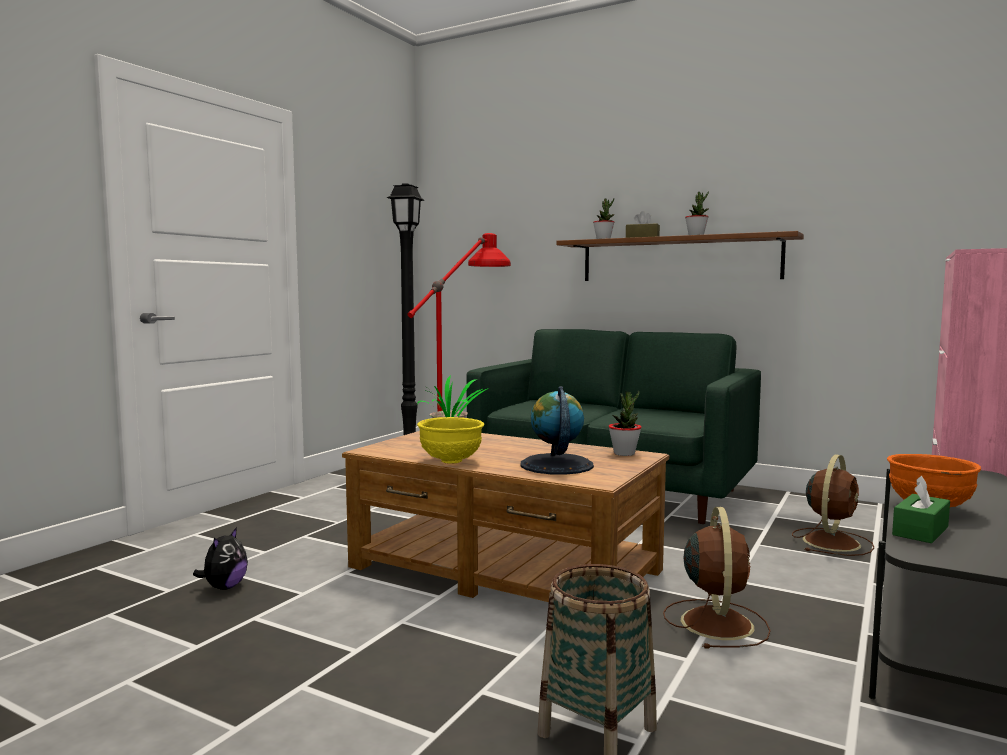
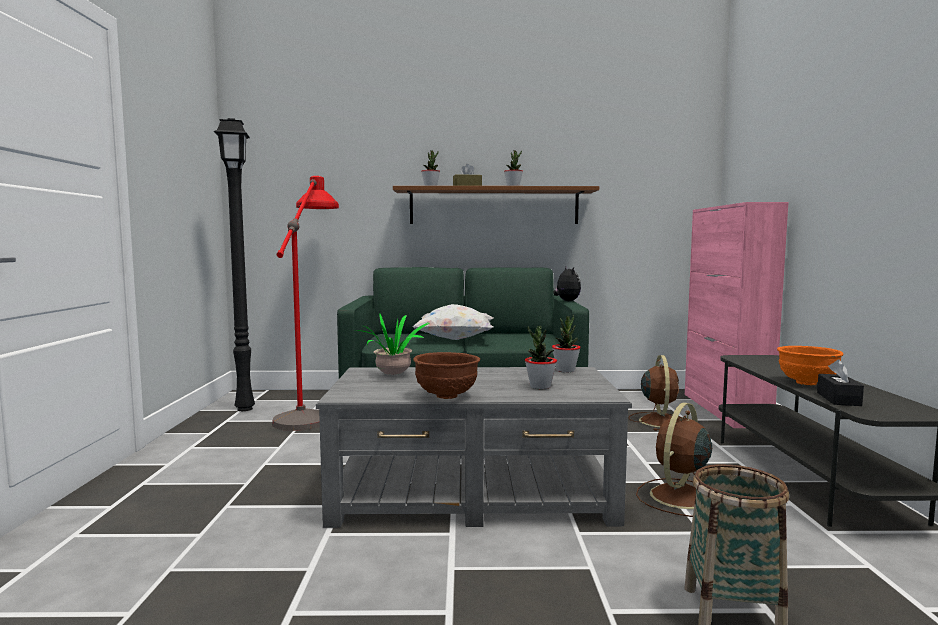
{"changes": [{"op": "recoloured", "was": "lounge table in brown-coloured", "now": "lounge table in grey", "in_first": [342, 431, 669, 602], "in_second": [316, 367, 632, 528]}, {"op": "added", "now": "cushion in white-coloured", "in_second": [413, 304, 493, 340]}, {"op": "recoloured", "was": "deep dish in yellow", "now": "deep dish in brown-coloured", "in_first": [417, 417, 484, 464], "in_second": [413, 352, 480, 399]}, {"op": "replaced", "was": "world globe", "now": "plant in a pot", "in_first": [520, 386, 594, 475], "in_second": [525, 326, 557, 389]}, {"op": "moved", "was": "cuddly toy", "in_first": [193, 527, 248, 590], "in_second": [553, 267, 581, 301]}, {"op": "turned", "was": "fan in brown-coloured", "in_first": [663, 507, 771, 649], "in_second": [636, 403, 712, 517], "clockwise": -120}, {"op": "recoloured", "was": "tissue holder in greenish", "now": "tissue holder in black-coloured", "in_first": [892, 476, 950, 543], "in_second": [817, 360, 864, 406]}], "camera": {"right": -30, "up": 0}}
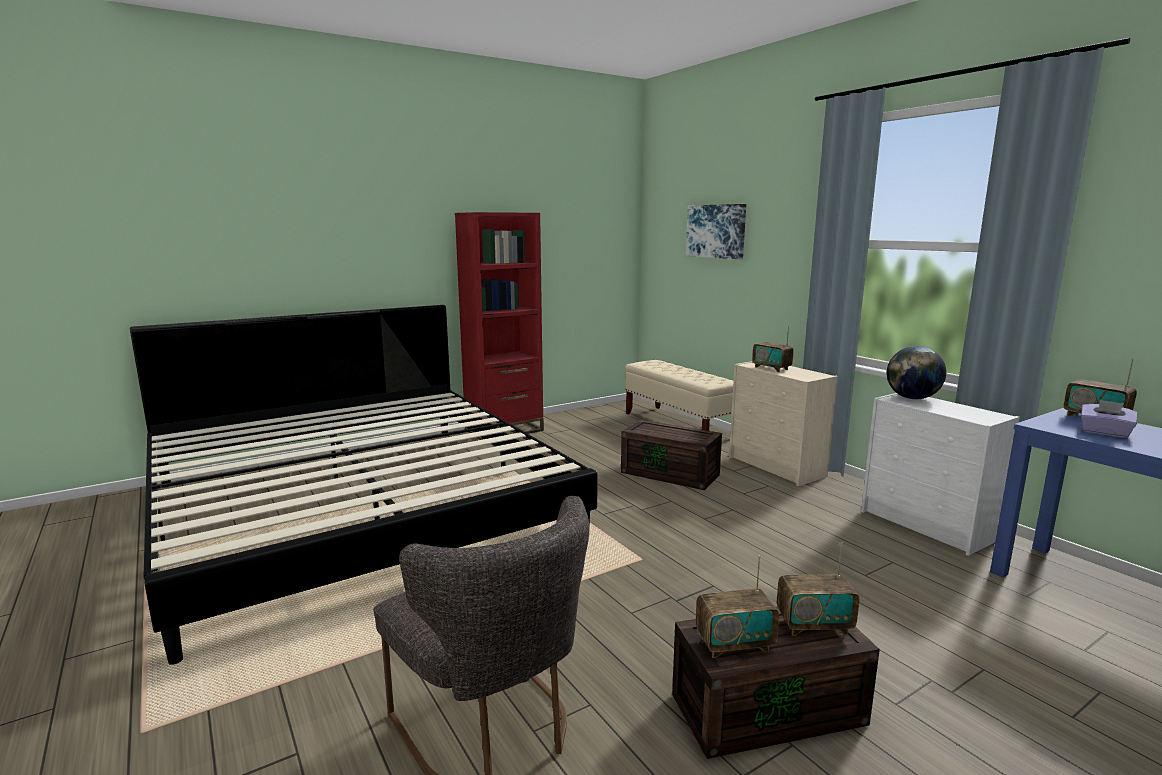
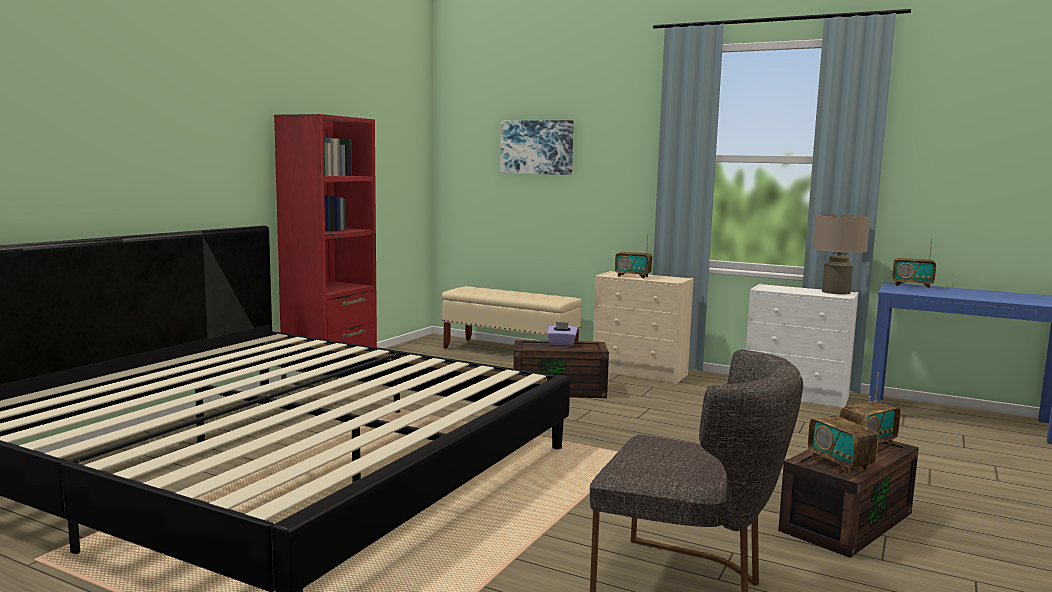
{"changes": [{"op": "moved", "was": "tissue holder in purple-coloured", "in_first": [1081, 400, 1137, 438], "in_second": [547, 322, 577, 345]}, {"op": "turned", "was": "radio receiver", "in_first": [695, 556, 779, 658], "in_second": [808, 396, 878, 474], "clockwise": 105}, {"op": "added", "now": "tabletop lamp in beige-coloured", "in_second": [813, 214, 870, 294]}, {"op": "removed", "was": "world globe", "in_first": [887, 346, 946, 399]}], "camera": {"right": -30, "up": -5}}
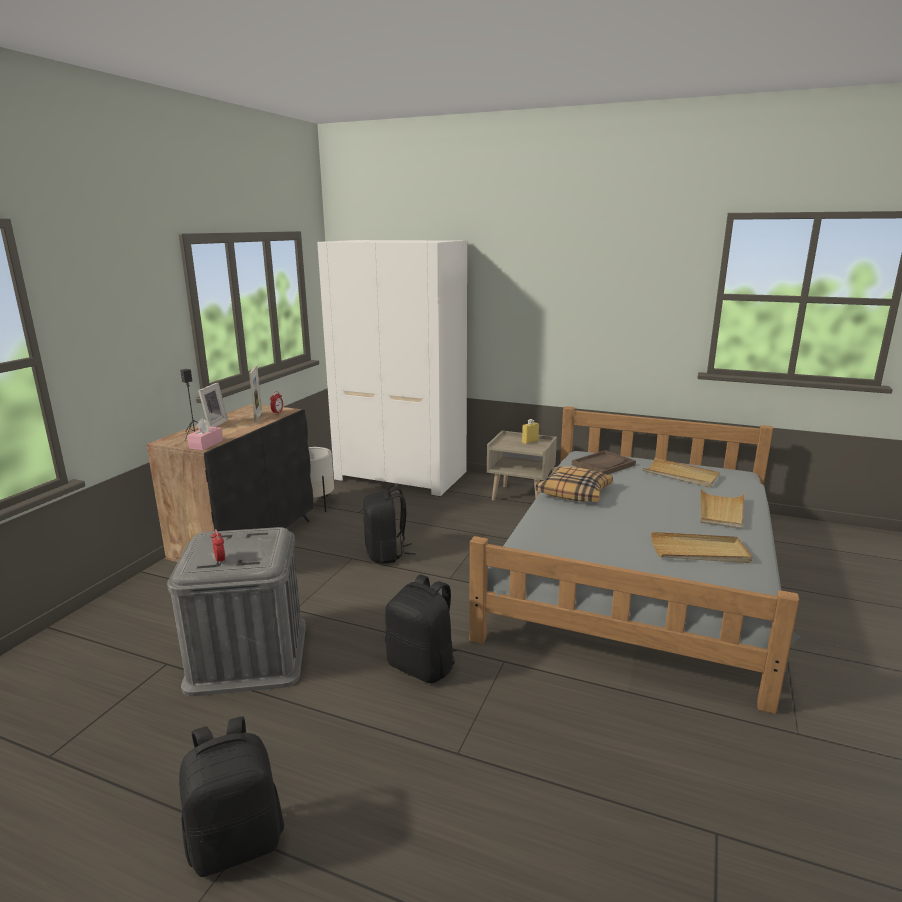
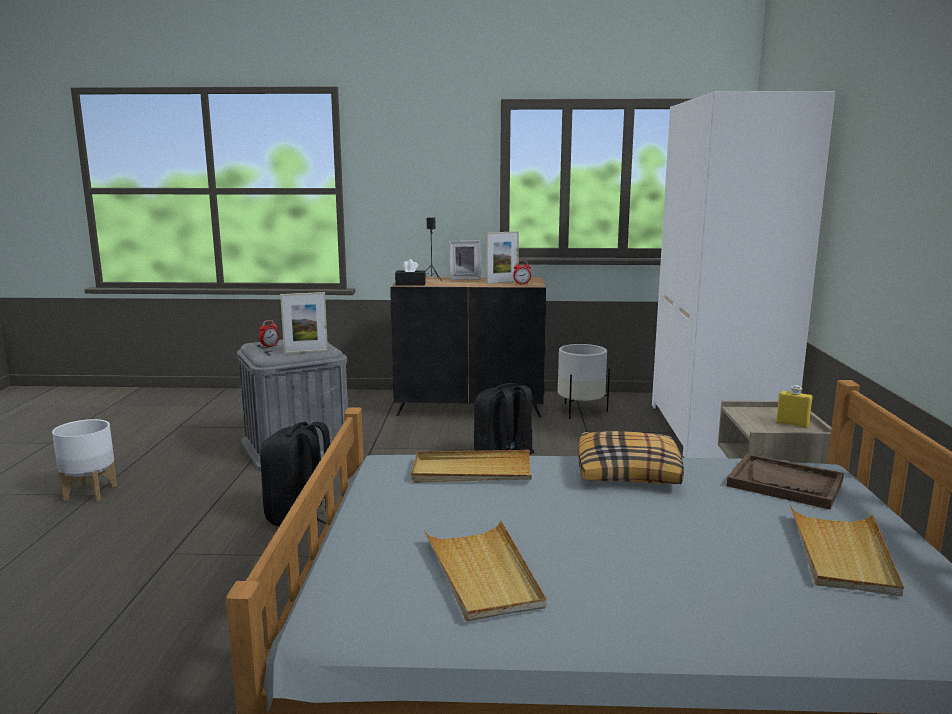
{"changes": [{"op": "replaced", "was": "knapsack in black-coloured", "now": "plant pot in white-coloured", "in_first": [179, 716, 284, 877], "in_second": [52, 419, 117, 501]}, {"op": "added", "now": "standing frame", "in_second": [280, 292, 328, 354]}, {"op": "recoloured", "was": "tissue holder in pink", "now": "tissue holder in black-coloured", "in_first": [187, 418, 223, 450], "in_second": [395, 259, 426, 286]}, {"op": "moved", "was": "serving tray in beige-coloured", "in_first": [700, 488, 744, 529], "in_second": [411, 450, 532, 483]}], "camera": {"right": 70, "up": -5}}
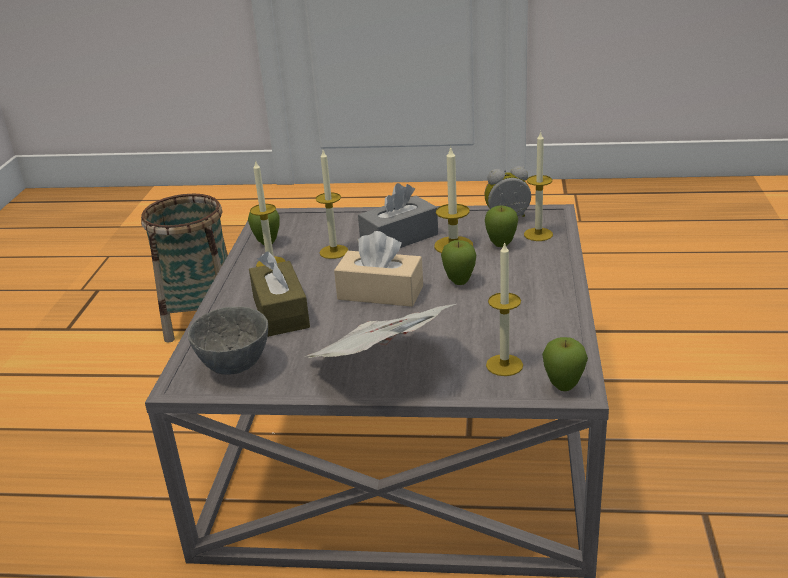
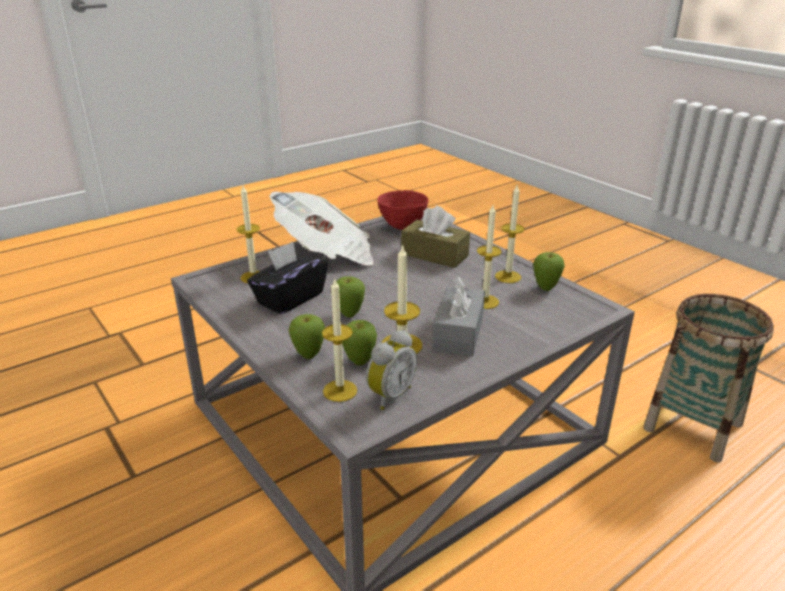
{"changes": [{"op": "added", "now": "tissue holder in black-coloured", "in_second": [247, 242, 328, 314]}, {"op": "moved", "was": "whole apple", "in_first": [542, 337, 588, 391], "in_second": [289, 314, 325, 359]}, {"op": "recoloured", "was": "deep dish in grey", "now": "deep dish in red", "in_first": [188, 307, 268, 375], "in_second": [377, 190, 428, 230]}, {"op": "removed", "was": "tissue holder in beige-coloured", "in_first": [334, 231, 423, 307]}], "camera": {"right": 135, "up": 0}}
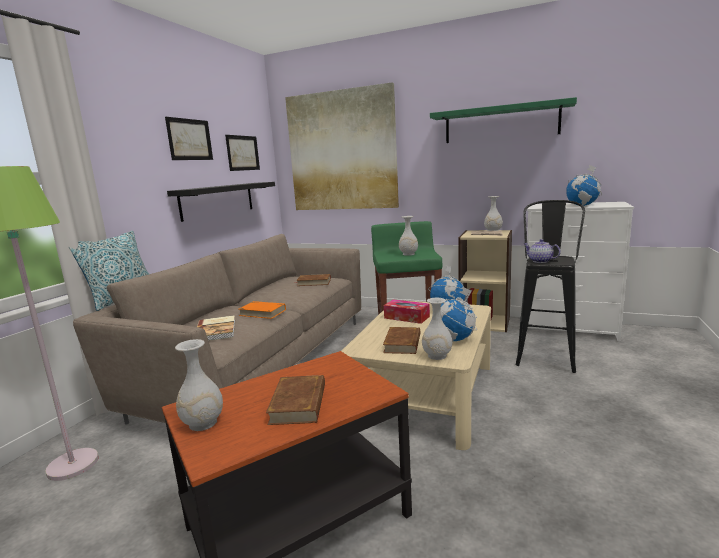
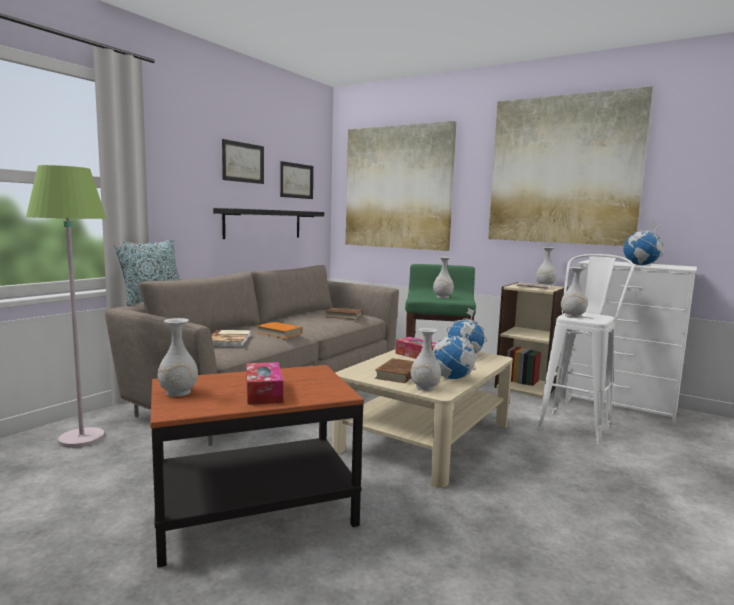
{"changes": [{"op": "replaced", "was": "bound book in brown-coloured", "now": "tissue holder", "in_first": [266, 375, 325, 425], "in_second": [246, 362, 283, 405]}, {"op": "replaced", "was": "shelf in greenish", "now": "wall picture", "in_first": [430, 97, 577, 143], "in_second": [488, 86, 653, 246]}, {"op": "recoloured", "was": "sitting stool in black-coloured", "now": "sitting stool in white-coloured", "in_first": [516, 200, 585, 373], "in_second": [537, 254, 634, 444]}, {"op": "replaced", "was": "tea pot", "now": "decorative vase in white-coloured", "in_first": [524, 239, 561, 263], "in_second": [561, 267, 588, 318]}], "camera": {"right": 10, "up": -5}}
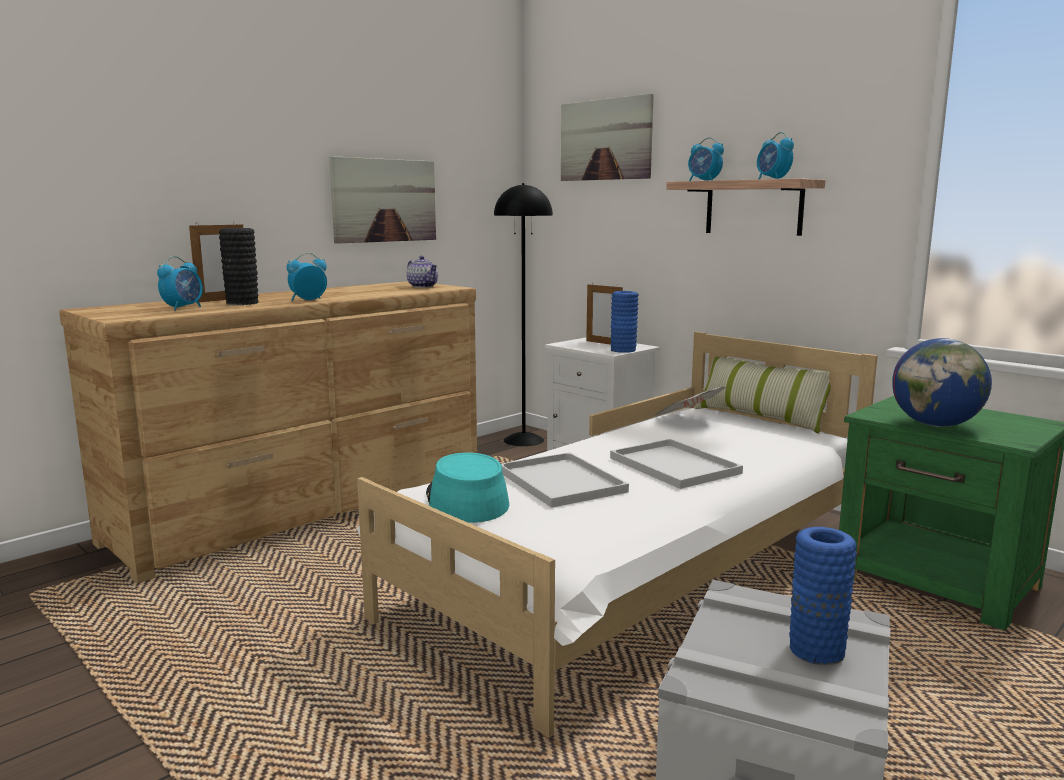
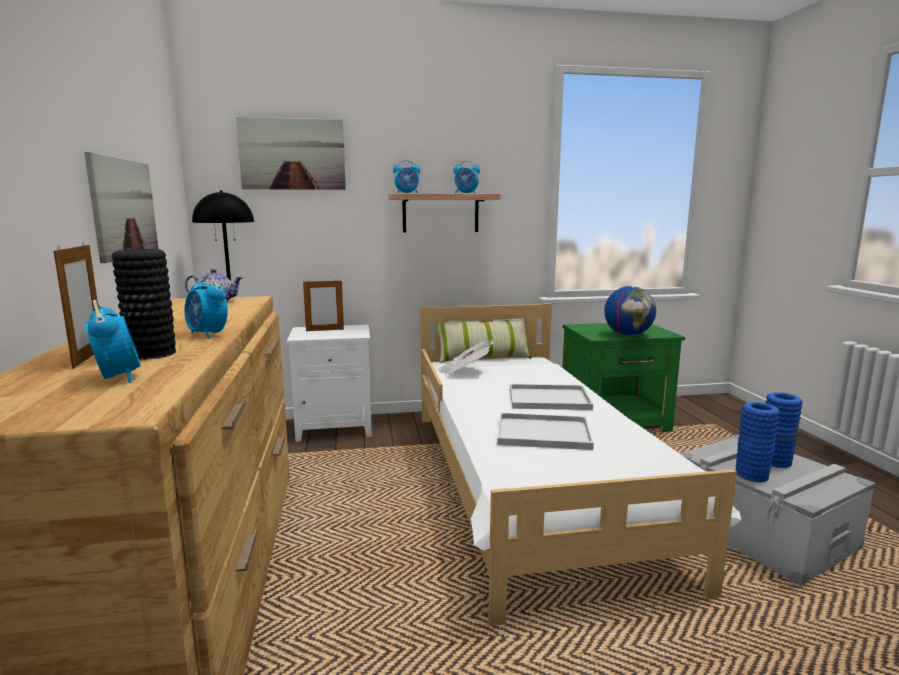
{"changes": [{"op": "turned", "was": "bedside clock", "in_first": [287, 252, 327, 301], "in_second": [184, 274, 228, 339], "clockwise": -45}, {"op": "moved", "was": "decorative vase in blue", "in_first": [611, 291, 639, 353], "in_second": [736, 402, 780, 482]}, {"op": "removed", "was": "wearable hat in turquoise-coloured", "in_first": [426, 452, 509, 523]}], "camera": {"right": -55, "up": 0}}
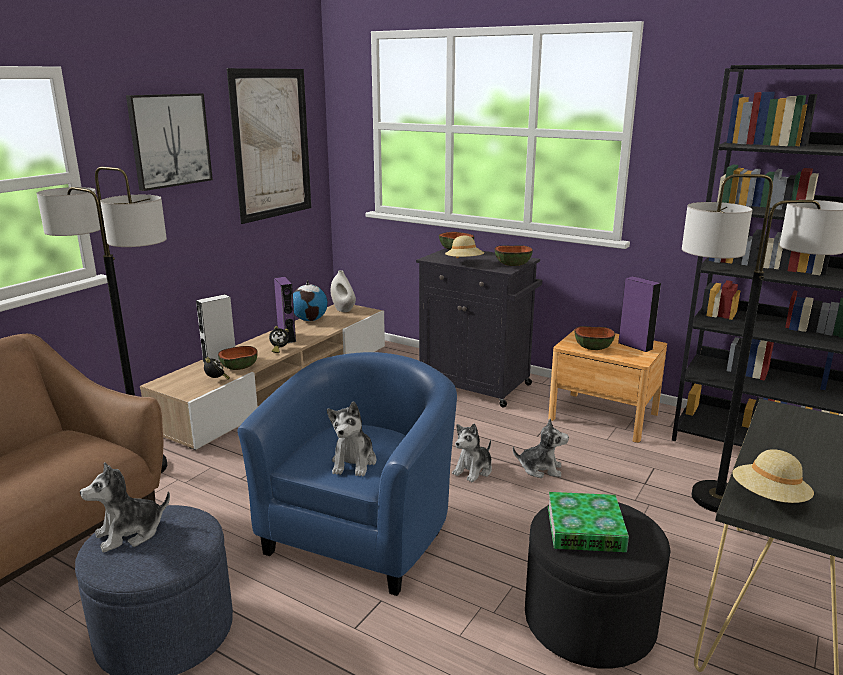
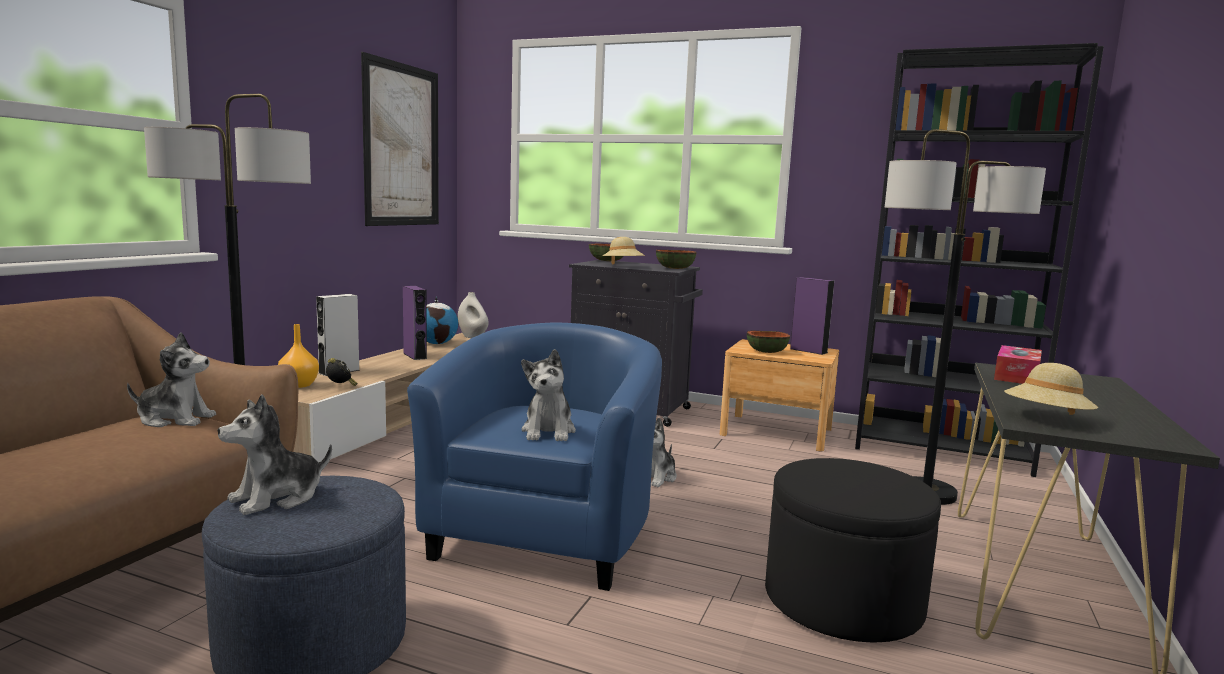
{"changes": [{"op": "moved", "was": "cuddly toy", "in_first": [513, 418, 569, 478], "in_second": [127, 333, 216, 427]}, {"op": "added", "now": "decorative vase in orange-coloured", "in_second": [278, 324, 319, 388]}, {"op": "added", "now": "tissue holder", "in_second": [994, 345, 1042, 384]}, {"op": "removed", "was": "wall picture", "in_first": [126, 93, 213, 191]}, {"op": "removed", "was": "deep dish", "in_first": [218, 346, 258, 370]}, {"op": "removed", "was": "bedside clock", "in_first": [269, 326, 289, 353]}, {"op": "removed", "was": "bound book", "in_first": [548, 492, 629, 552]}], "camera": {"right": -10, "up": -10}}
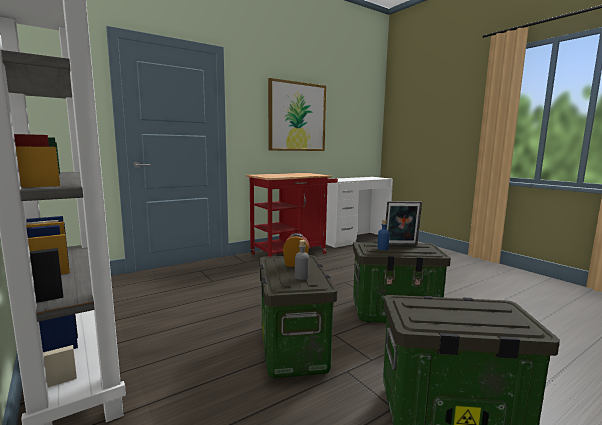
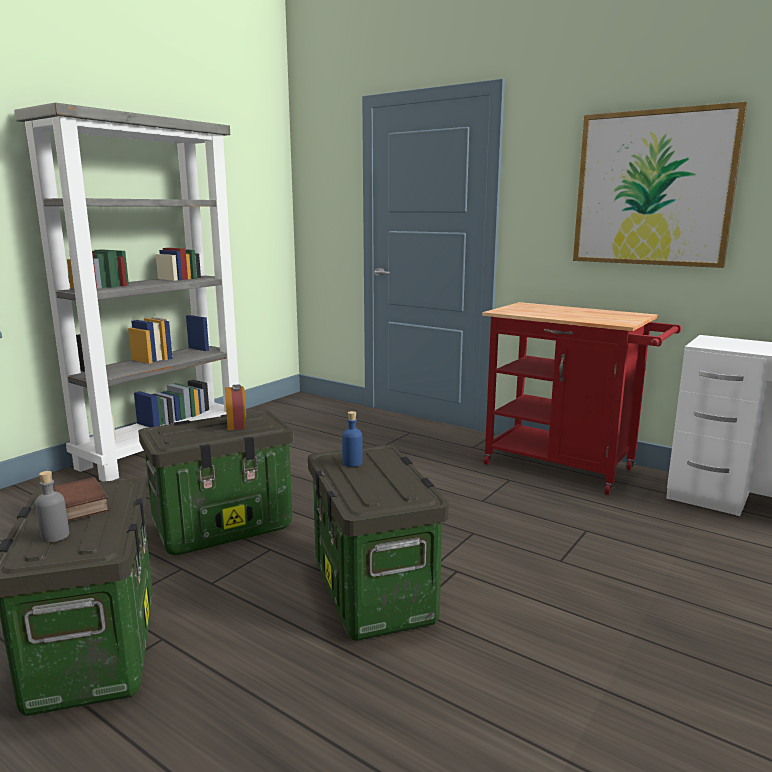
{"changes": [{"op": "moved", "was": "beverage bottle in grey", "in_first": [295, 240, 309, 280], "in_second": [35, 471, 69, 542]}, {"op": "added", "now": "bound book", "in_second": [53, 477, 110, 521]}, {"op": "removed", "was": "standing frame", "in_first": [386, 201, 422, 245]}], "camera": {"right": 70, "up": 5}}
